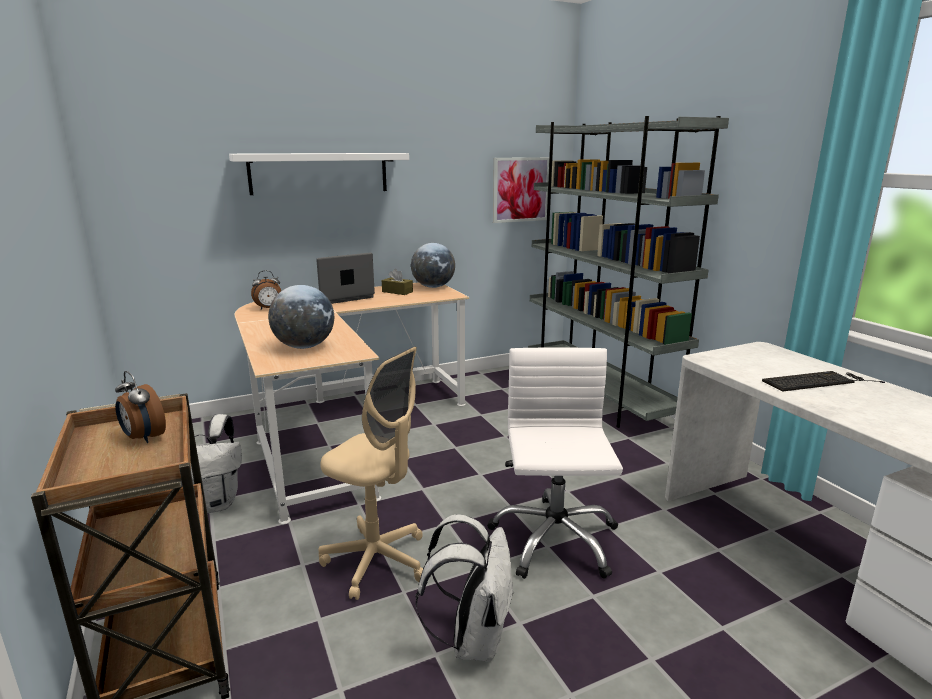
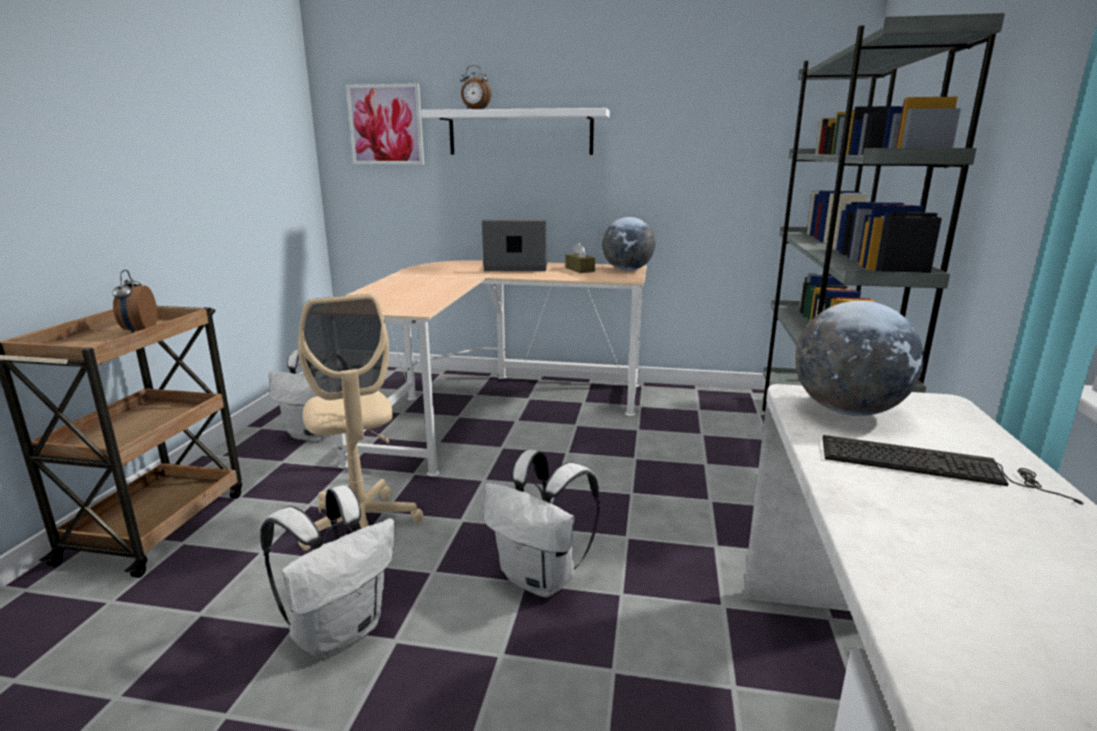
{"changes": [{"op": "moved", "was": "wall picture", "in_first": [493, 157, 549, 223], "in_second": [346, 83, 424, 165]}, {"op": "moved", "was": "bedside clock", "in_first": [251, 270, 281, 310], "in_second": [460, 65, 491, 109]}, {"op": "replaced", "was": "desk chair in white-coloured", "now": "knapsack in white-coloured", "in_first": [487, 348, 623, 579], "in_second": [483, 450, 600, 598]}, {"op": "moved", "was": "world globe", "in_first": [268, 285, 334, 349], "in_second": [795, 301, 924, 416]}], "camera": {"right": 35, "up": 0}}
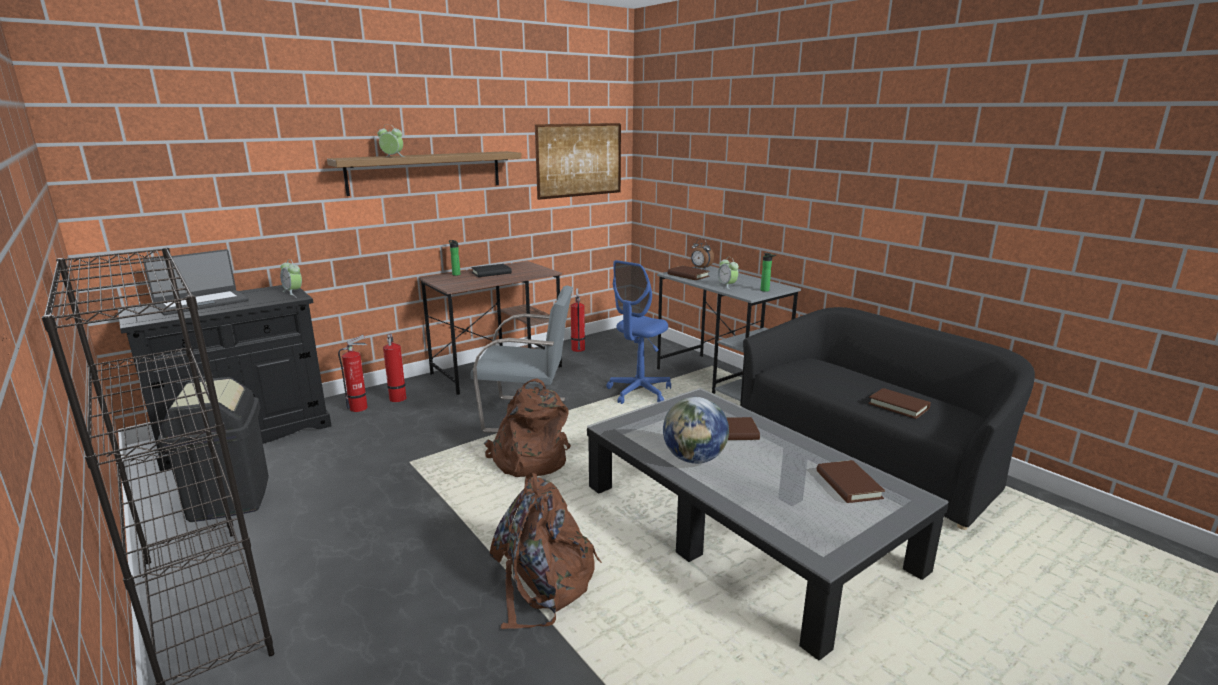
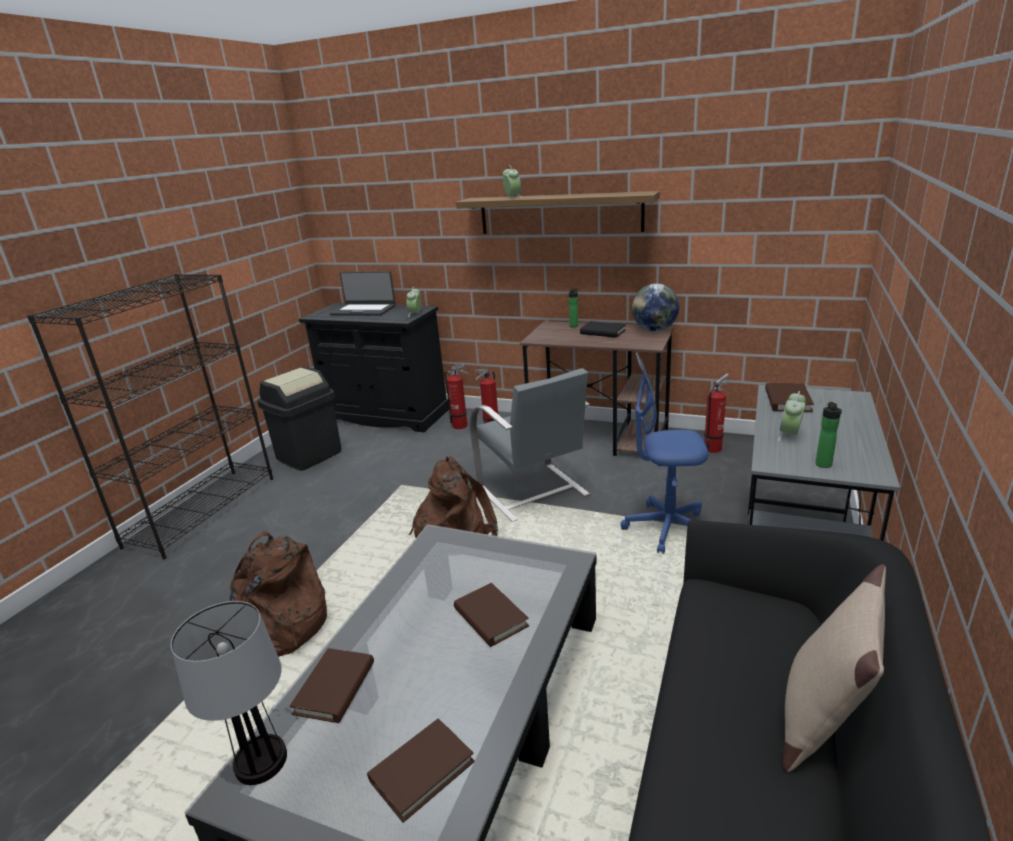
{"changes": [{"op": "added", "now": "tabletop lamp", "in_second": [171, 601, 287, 785]}, {"op": "moved", "was": "bound book in brown-coloured", "in_first": [868, 388, 931, 419], "in_second": [289, 648, 374, 723]}, {"op": "moved", "was": "world globe", "in_first": [663, 397, 729, 464], "in_second": [632, 283, 679, 331]}, {"op": "added", "now": "cushion in beige-coloured", "in_second": [782, 564, 886, 772]}, {"op": "removed", "was": "wall picture", "in_first": [535, 123, 621, 200]}, {"op": "removed", "was": "bedside clock", "in_first": [691, 238, 714, 269]}], "camera": {"right": 60, "up": 5}}
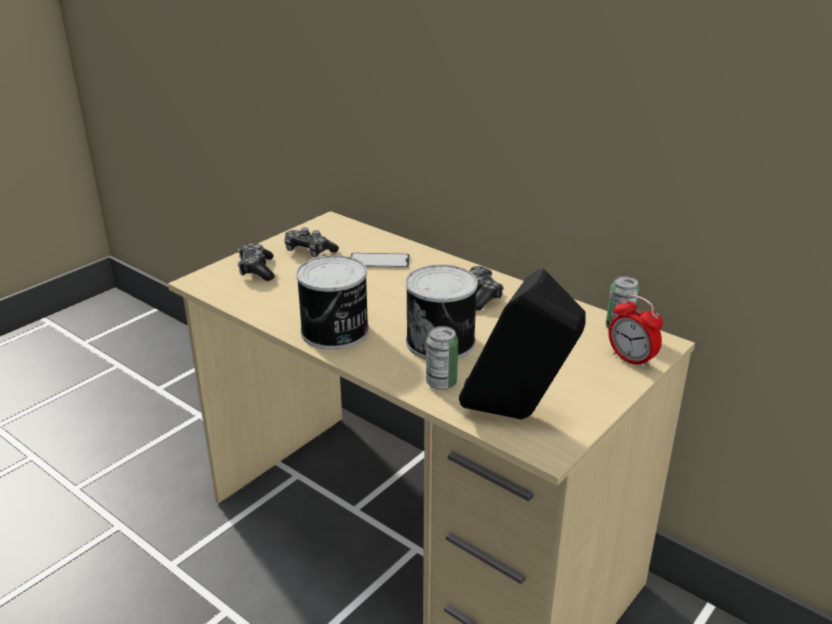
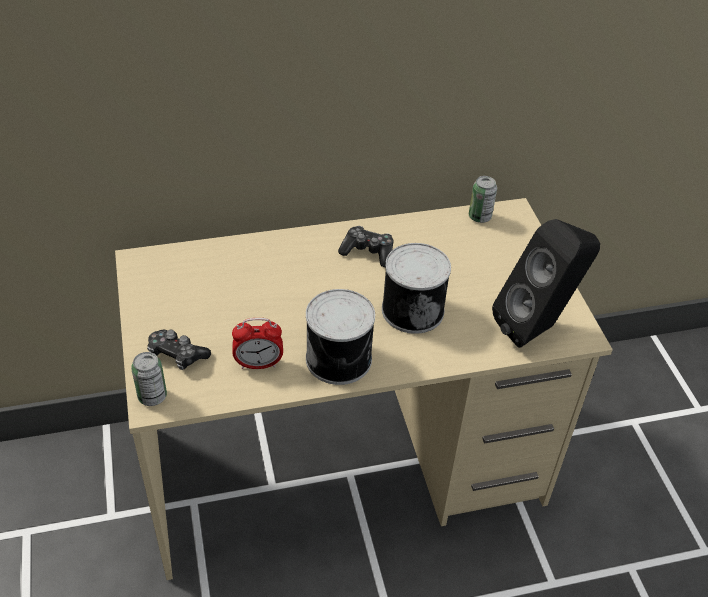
{"changes": [{"op": "moved", "was": "can", "in_first": [426, 326, 458, 390], "in_second": [131, 352, 167, 406]}, {"op": "moved", "was": "bedside clock", "in_first": [608, 295, 663, 369], "in_second": [232, 318, 283, 369]}, {"op": "removed", "was": "game controller", "in_first": [285, 227, 339, 257]}, {"op": "removed", "was": "telephone", "in_first": [351, 253, 410, 268]}], "camera": {"right": -55, "up": 15}}
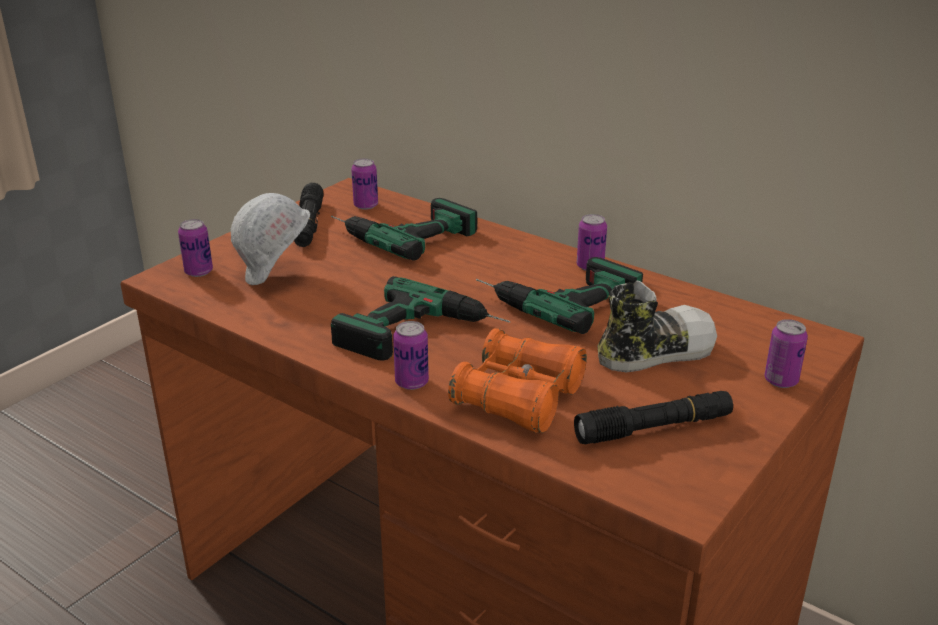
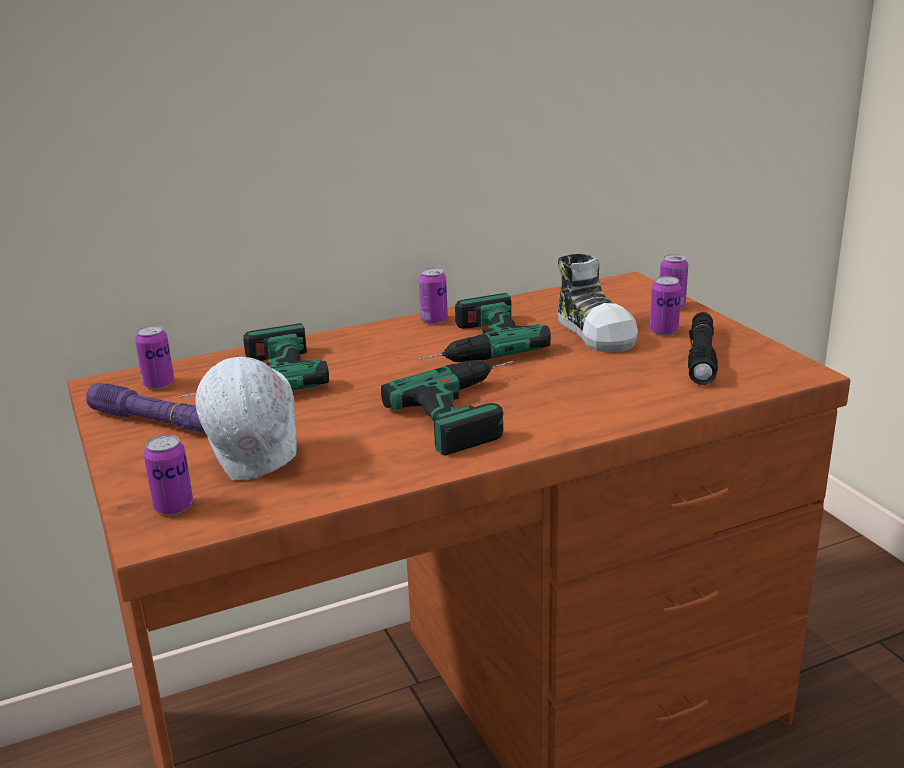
{"changes": [{"op": "recoloured", "was": "hand torch in black-coloured", "now": "hand torch in purple-coloured", "in_first": [294, 183, 324, 247], "in_second": [86, 383, 205, 433]}, {"op": "turned", "was": "shoe", "in_first": [598, 281, 717, 373], "in_second": [558, 254, 638, 353], "clockwise": 150}, {"op": "moved", "was": "can", "in_first": [393, 321, 429, 390], "in_second": [650, 276, 681, 335]}, {"op": "removed", "was": "field glasses in orange-coloured", "in_first": [448, 328, 587, 433]}], "camera": {"right": -60, "up": -5}}
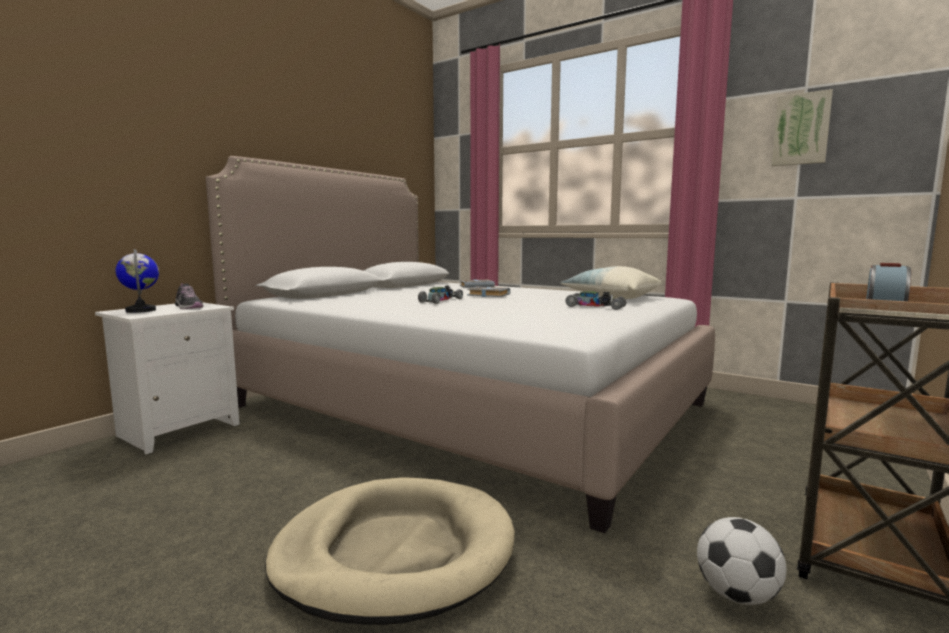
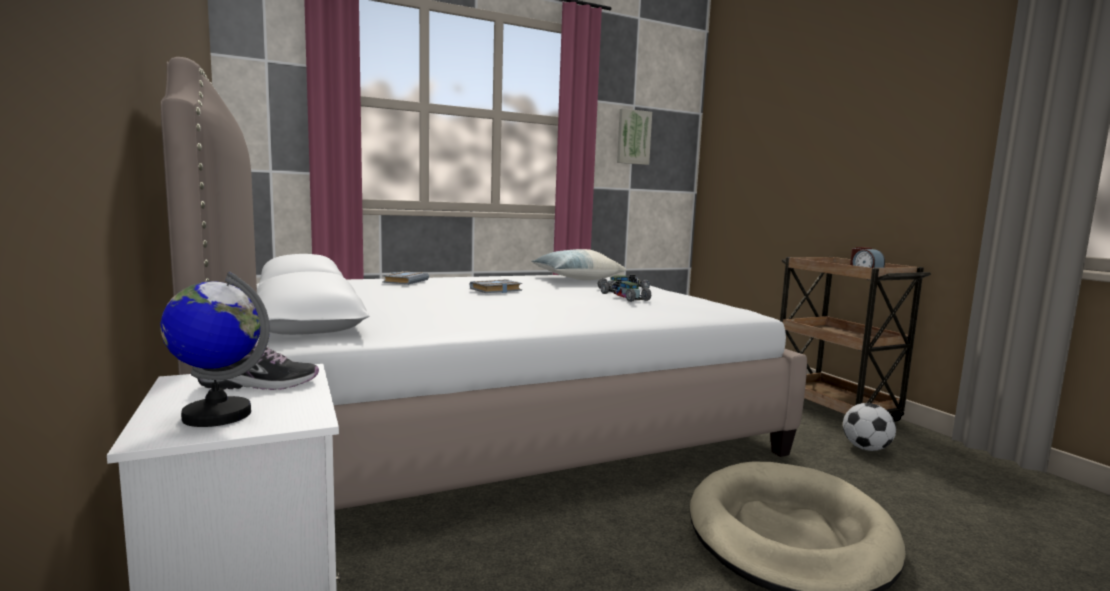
{"changes": [{"op": "moved", "was": "model car", "in_first": [418, 285, 463, 304], "in_second": [601, 279, 651, 302]}], "camera": {"right": -60, "up": 0}}
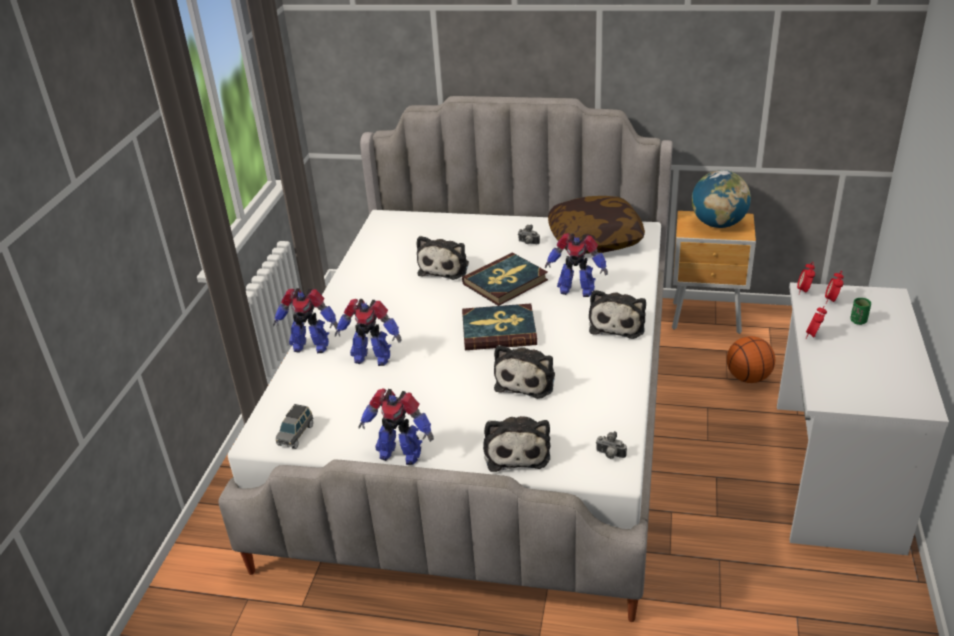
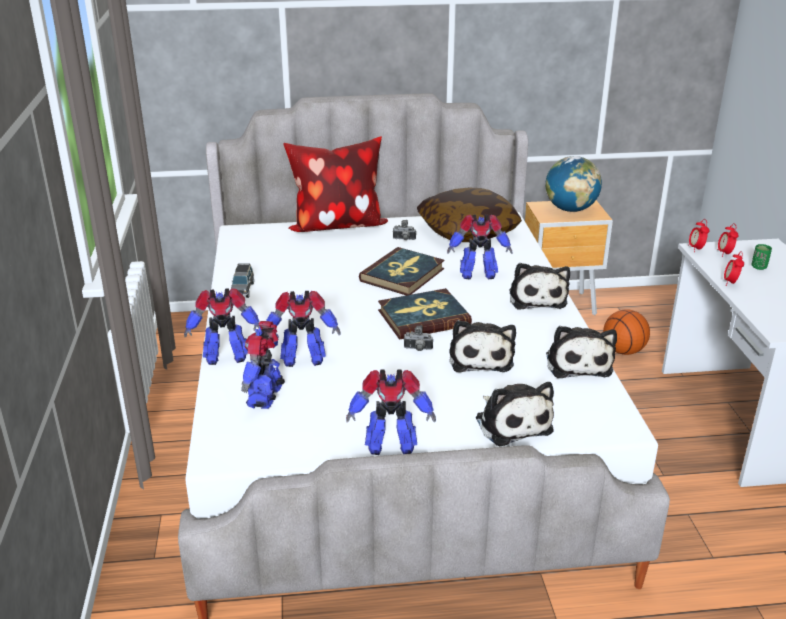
{"changes": [{"op": "moved", "was": "model car in grey", "in_first": [276, 404, 313, 449], "in_second": [231, 263, 254, 298]}, {"op": "added", "now": "toy robot", "in_second": [241, 321, 285, 409]}, {"op": "added", "now": "cushion", "in_second": [283, 136, 388, 232]}, {"op": "moved", "was": "still camera", "in_first": [596, 431, 627, 459], "in_second": [404, 325, 433, 351]}, {"op": "moved", "was": "cuddly toy", "in_first": [416, 236, 469, 280], "in_second": [546, 326, 617, 378]}], "camera": {"right": -20, "up": -5}}
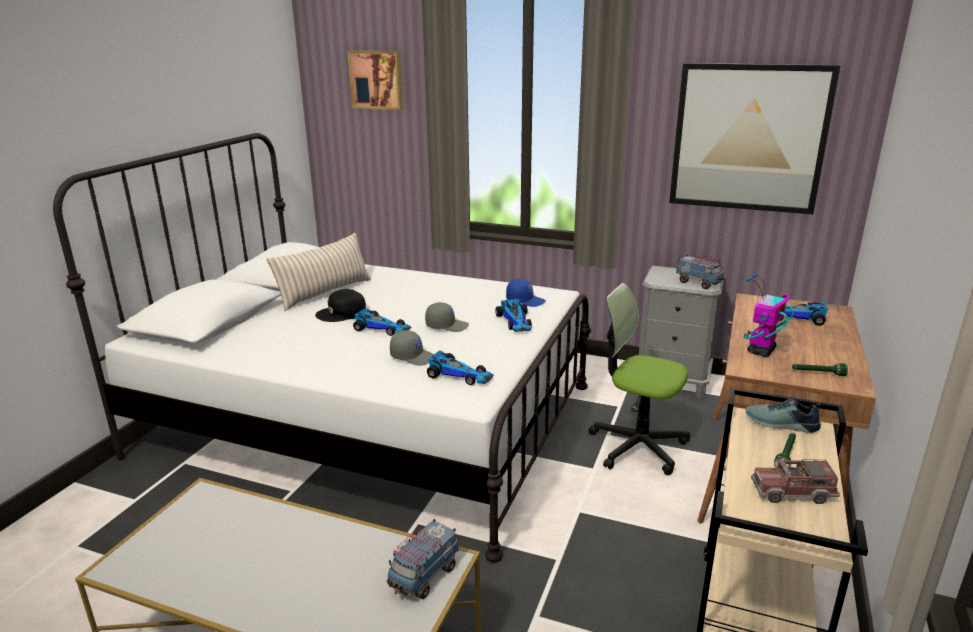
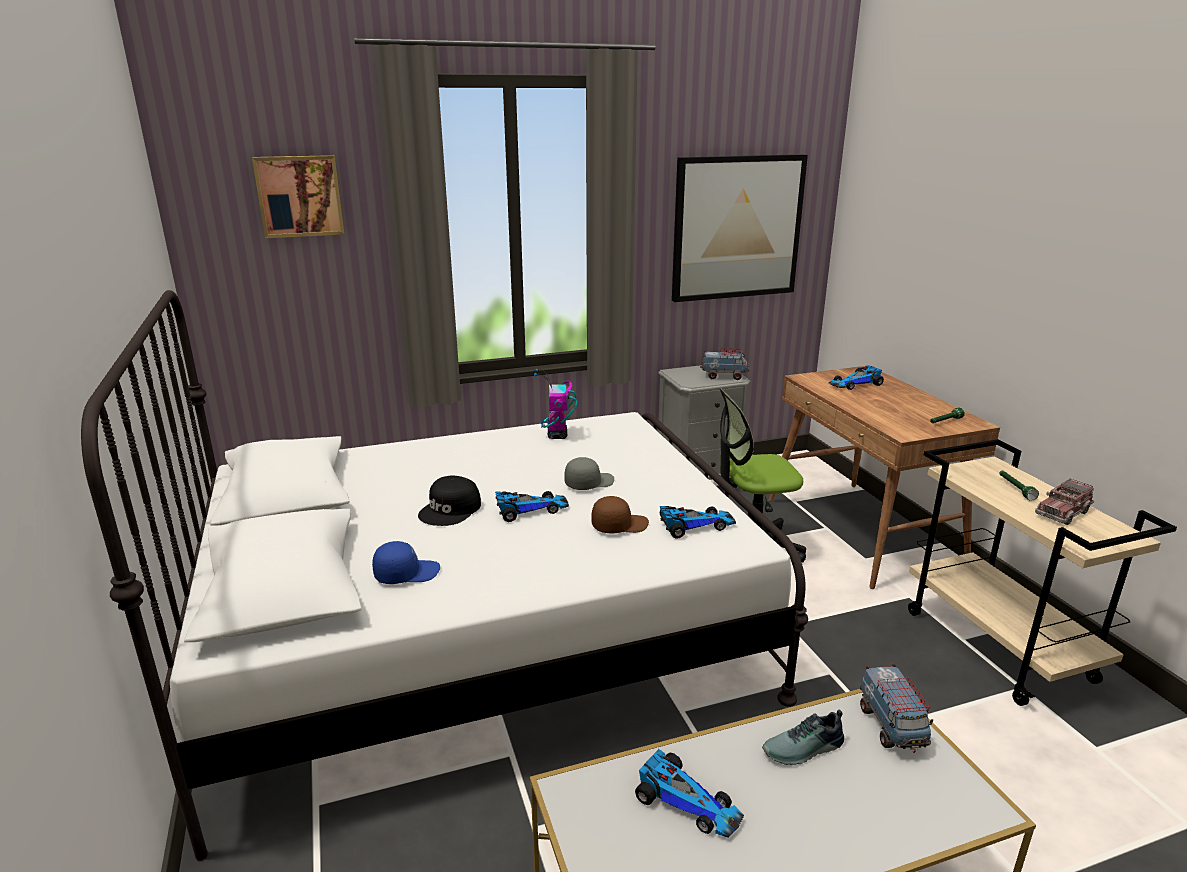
{"changes": [{"op": "moved", "was": "cap in blue", "in_first": [506, 279, 546, 307], "in_second": [372, 541, 440, 584]}, {"op": "moved", "was": "toy robot", "in_first": [744, 274, 794, 357], "in_second": [534, 369, 578, 439]}, {"op": "recoloured", "was": "cap in grey", "now": "cap in brown-coloured", "in_first": [390, 330, 434, 366], "in_second": [591, 496, 649, 534]}, {"op": "moved", "was": "model car", "in_first": [495, 299, 532, 332], "in_second": [635, 749, 744, 838]}, {"op": "moved", "was": "shoe", "in_first": [745, 396, 821, 433], "in_second": [762, 710, 844, 765]}, {"op": "removed", "was": "cushion in beige-coloured", "in_first": [266, 233, 371, 311]}], "camera": {"right": -40, "up": 0}}
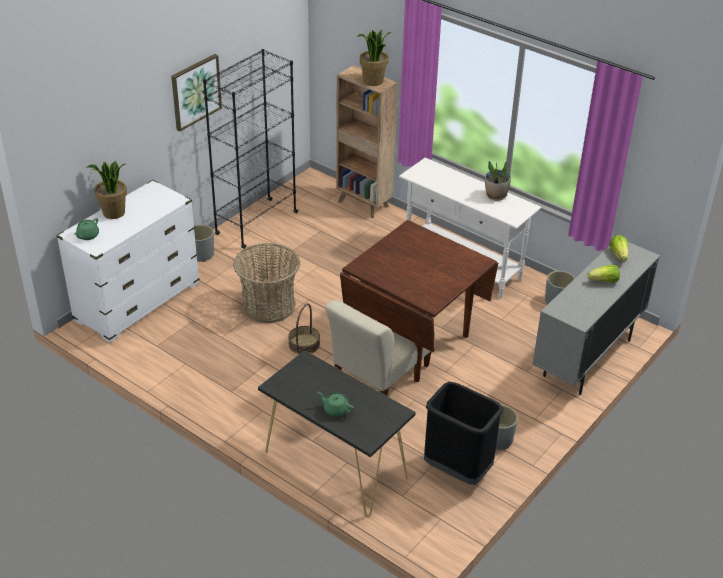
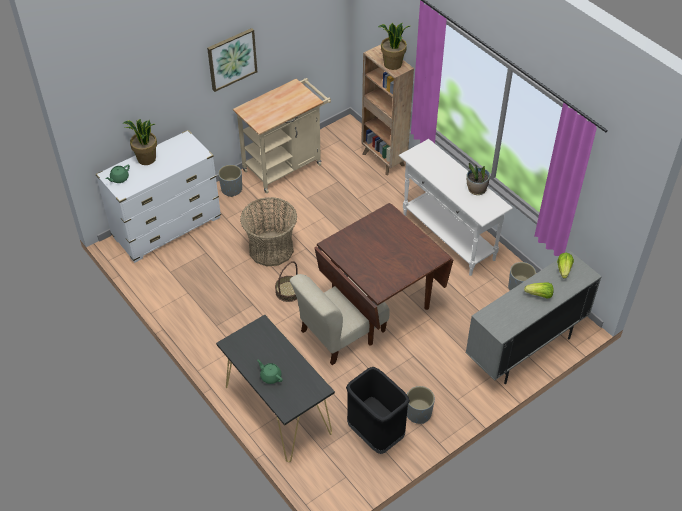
{"changes": [{"op": "replaced", "was": "shelving unit in black-coloured", "now": "wheeled cart in beige-coloured", "in_first": [203, 49, 298, 249], "in_second": [233, 78, 331, 194]}], "camera": {"right": 15, "up": 10}}
